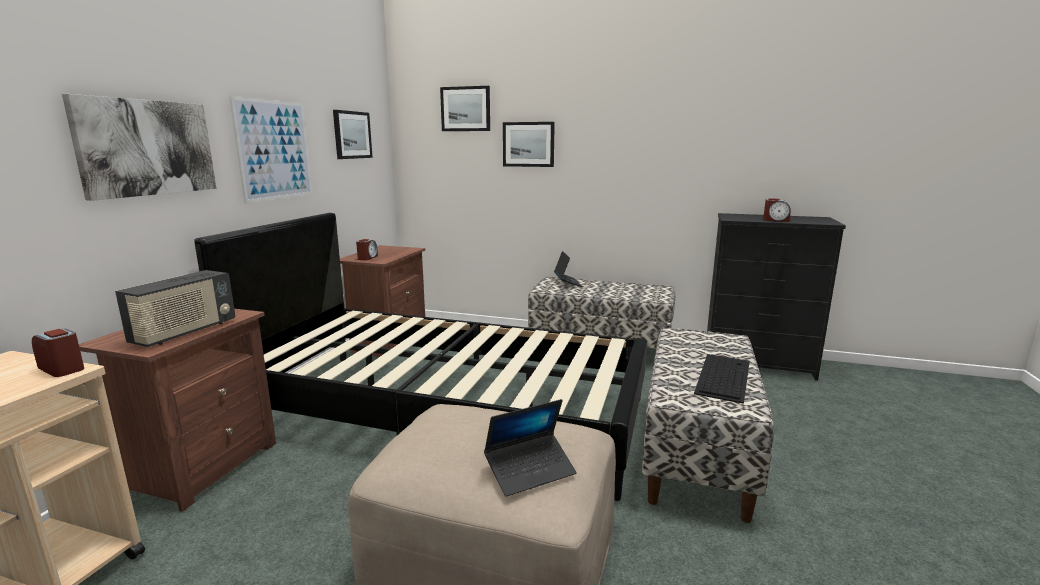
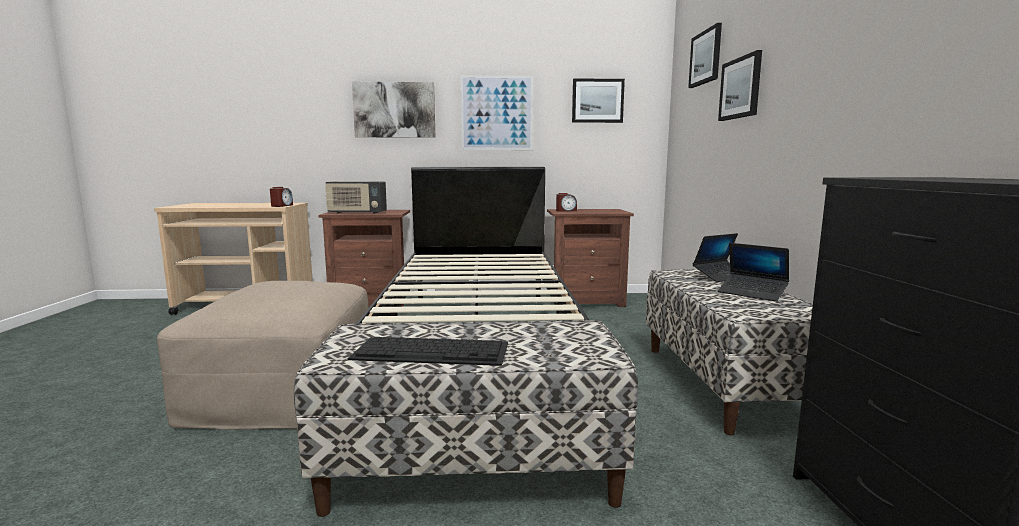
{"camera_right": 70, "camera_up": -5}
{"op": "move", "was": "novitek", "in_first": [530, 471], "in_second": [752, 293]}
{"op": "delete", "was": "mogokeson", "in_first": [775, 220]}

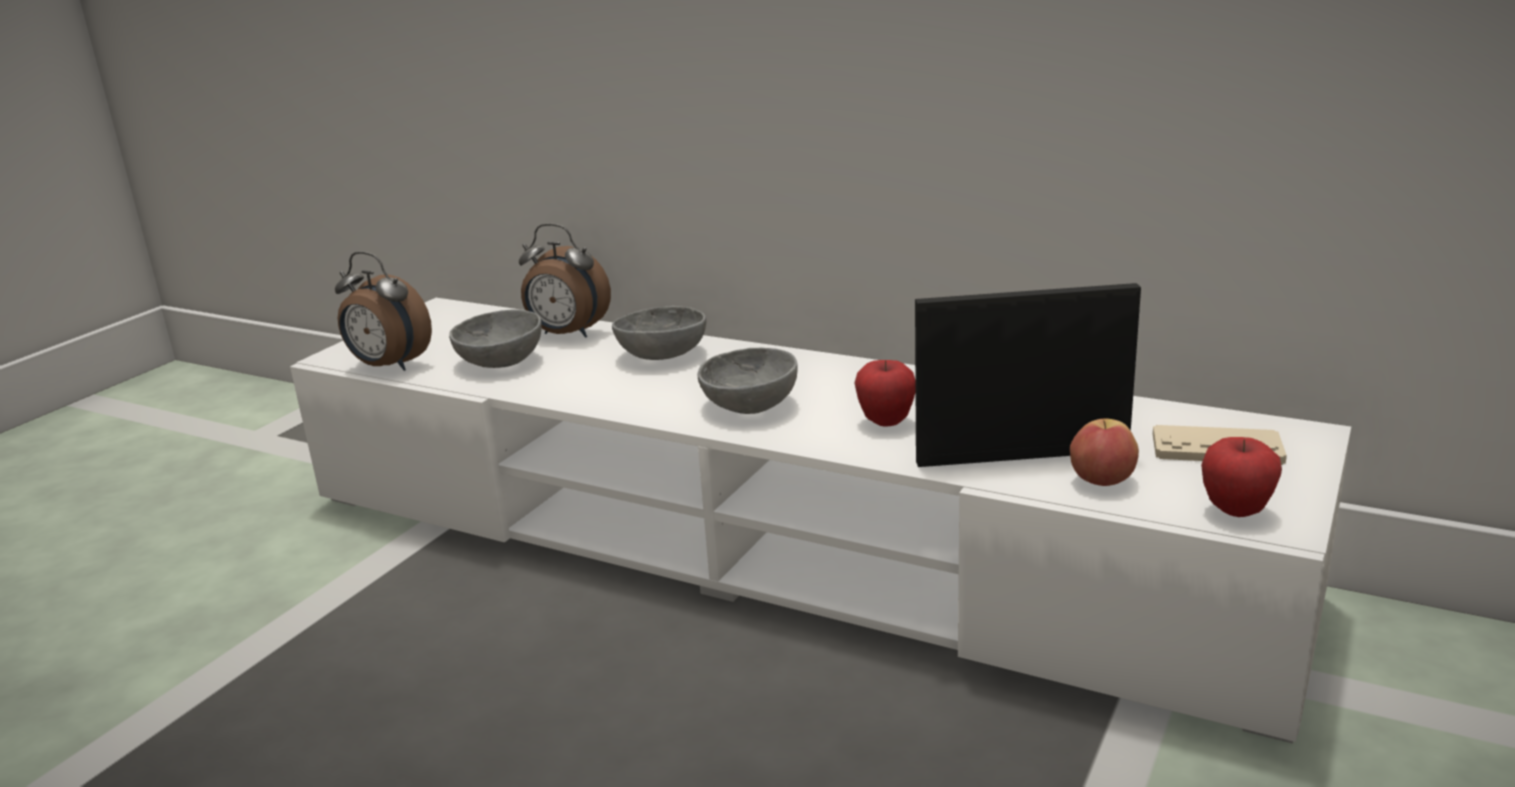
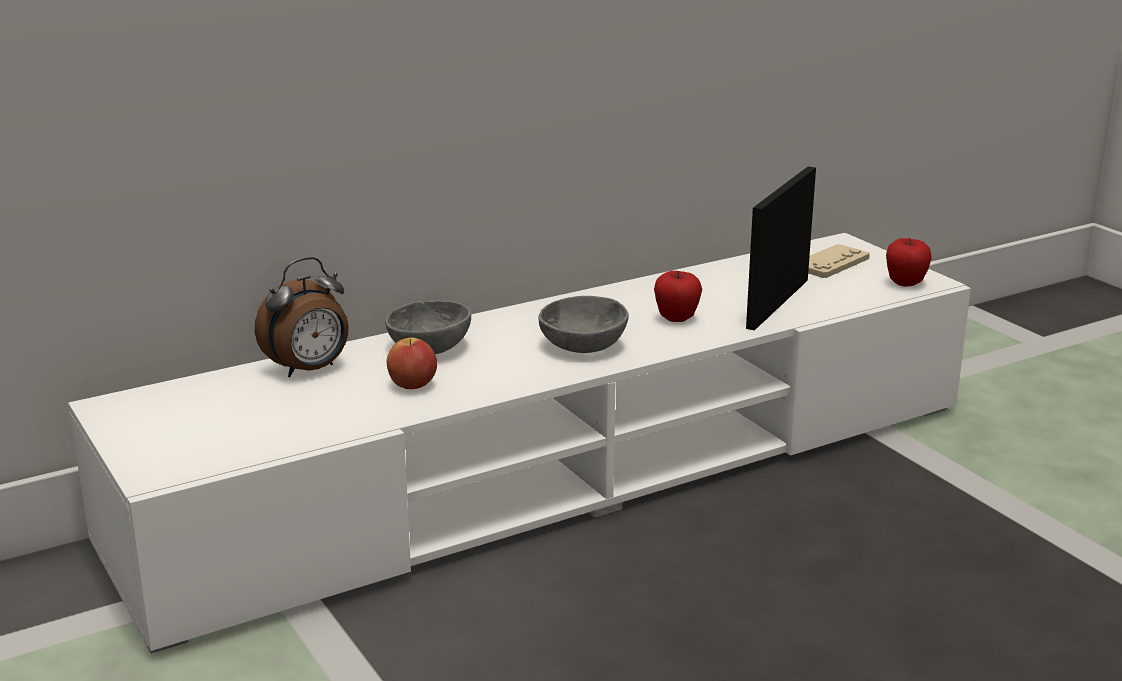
{"camera_right": -60, "camera_up": 0}
{"op": "delete", "was": "mogokeson", "in_first": [388, 366]}
{"op": "delete", "was": "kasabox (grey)", "in_first": [500, 362]}
{"op": "move", "was": "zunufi", "in_first": [1102, 481], "in_second": [412, 386]}

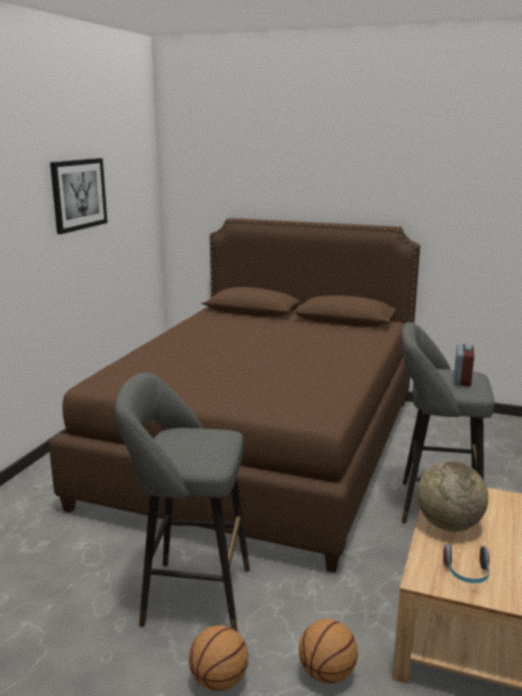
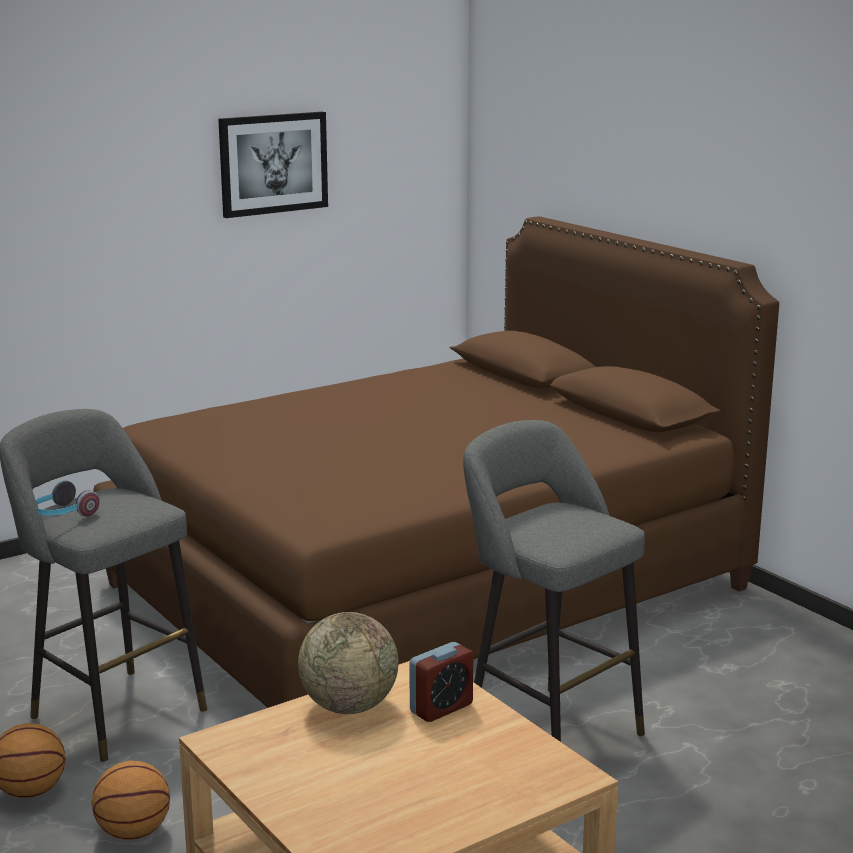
{"camera_right": 35, "camera_up": 0}
{"op": "move", "was": "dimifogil", "in_first": [467, 574], "in_second": [63, 515]}
{"op": "move", "was": "mogokeson", "in_first": [462, 380], "in_second": [441, 708]}

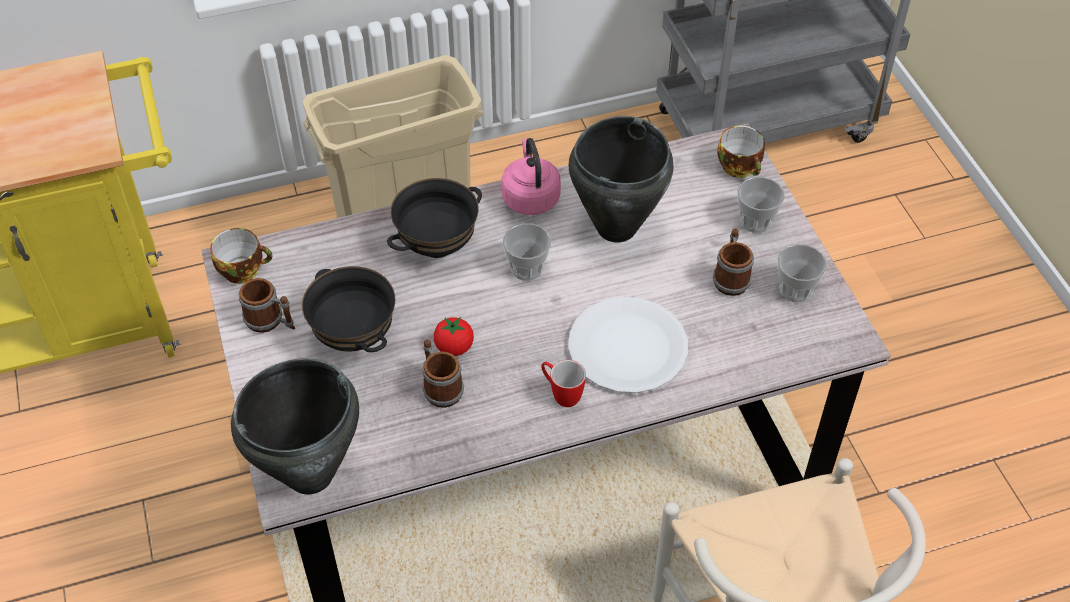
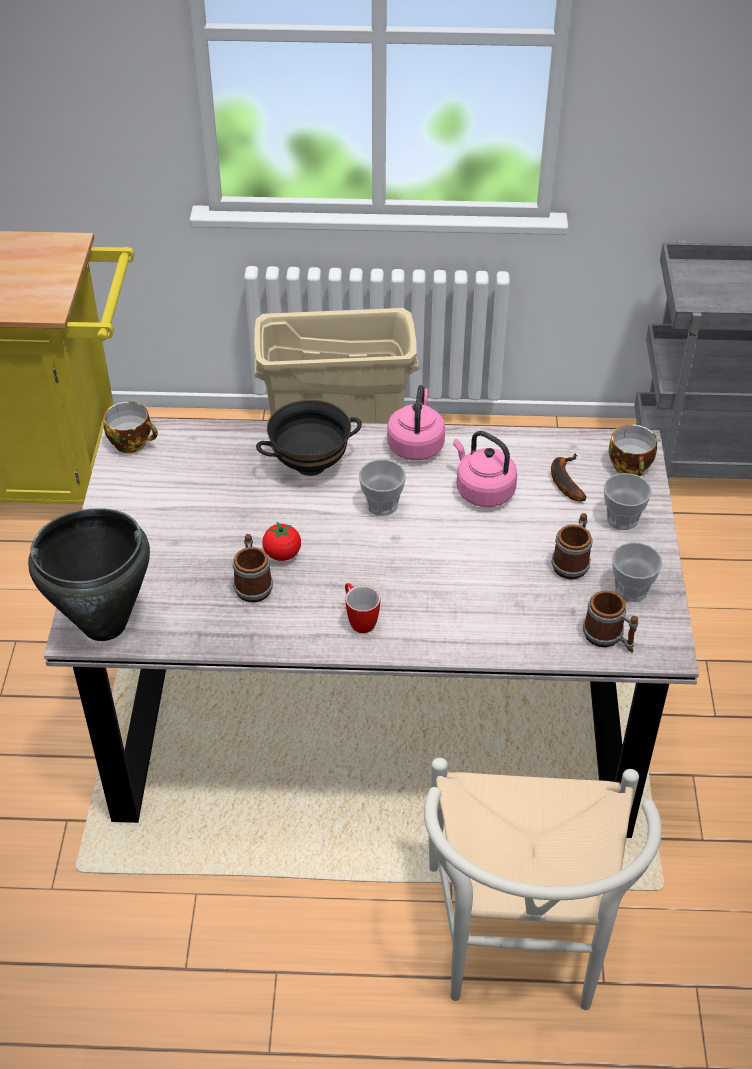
{"camera_right": 20, "camera_up": -5}
{"op": "move", "was": "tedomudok", "in_first": [270, 321], "in_second": [609, 638]}
{"op": "delete", "was": "kasabox (black)", "in_first": [355, 337]}
{"op": "delete", "was": "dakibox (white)", "in_first": [627, 347]}
{"op": "replace", "was": "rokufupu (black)", "now": "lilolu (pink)", "in_first": [615, 228], "in_second": [482, 490]}
{"op": "insert", "now": "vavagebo", "in_second": [564, 480]}

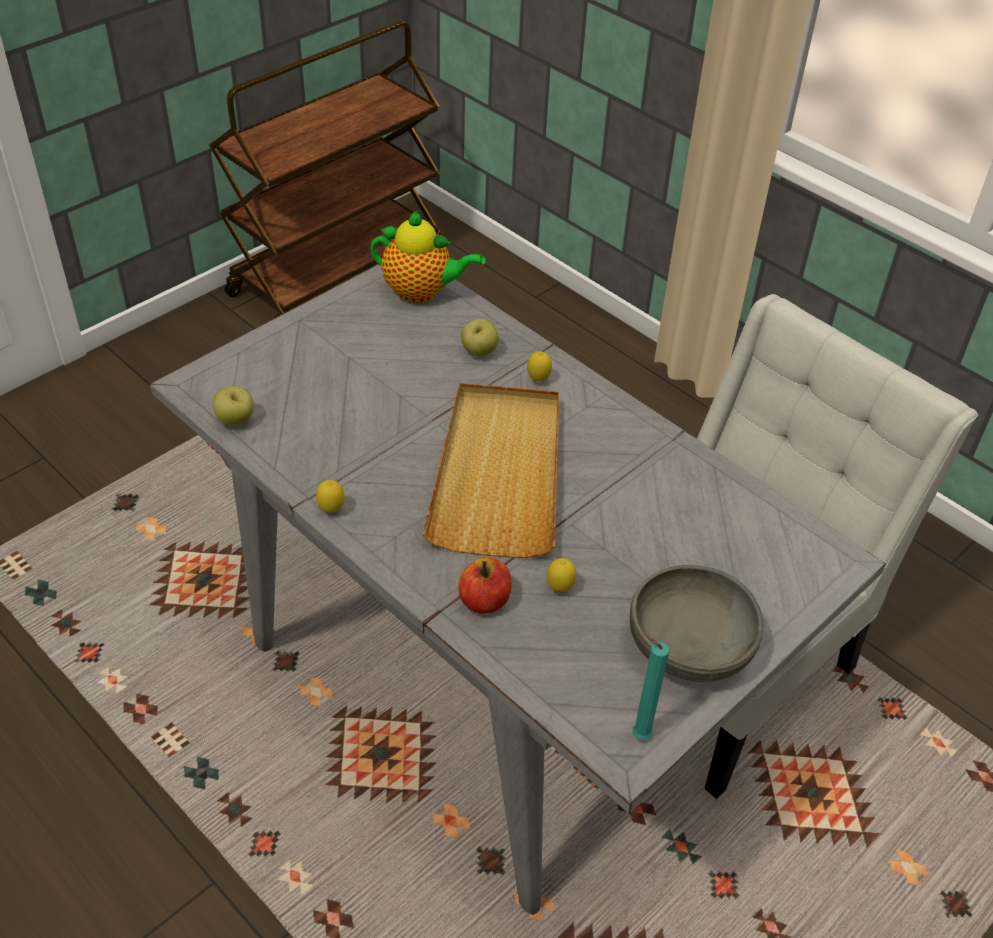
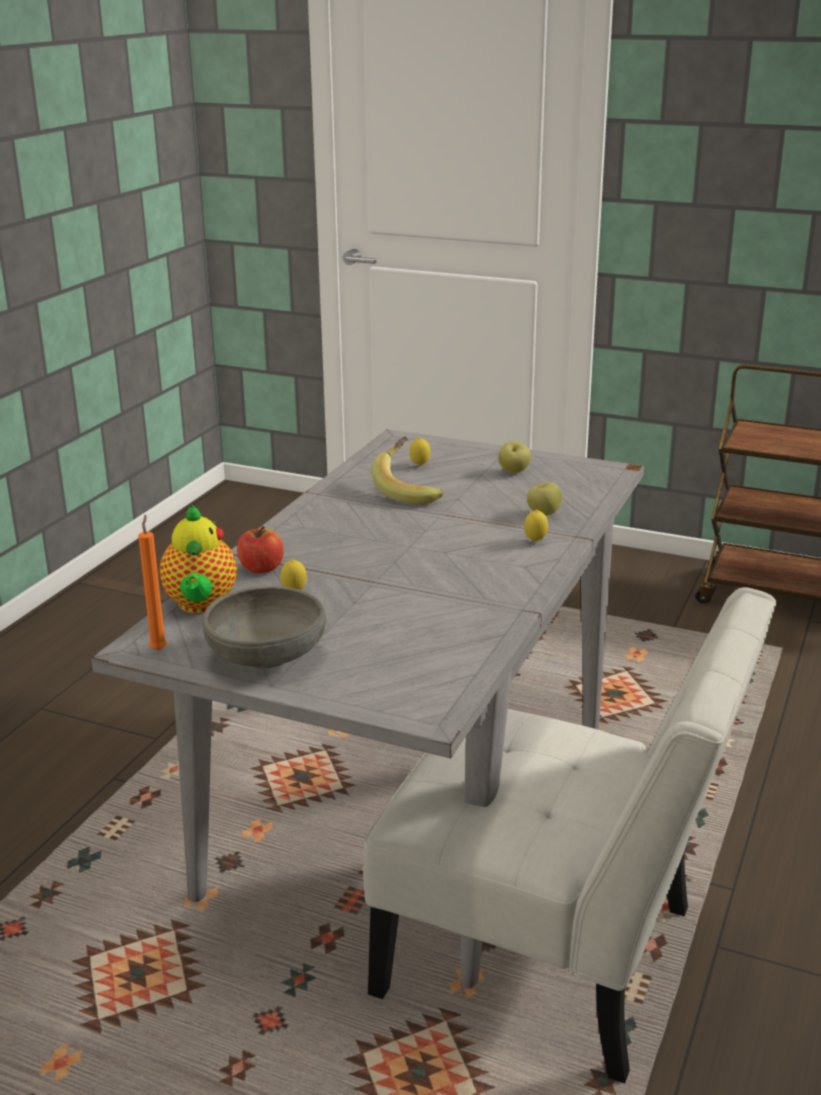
{"camera_right": 70, "camera_up": -20}
{"op": "move", "was": "zunufi", "in_first": [235, 420], "in_second": [514, 472]}
{"op": "move", "was": "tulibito", "in_first": [331, 510], "in_second": [420, 465]}
{"op": "move", "was": "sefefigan", "in_first": [422, 292], "in_second": [200, 605]}
{"op": "delete", "was": "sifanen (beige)", "in_first": [499, 472]}
{"op": "recolor", "was": "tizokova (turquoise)", "now": "tizokova (orange)", "in_first": [638, 735], "in_second": [159, 649]}
{"op": "insert", "now": "vavagebo", "in_second": [410, 490]}

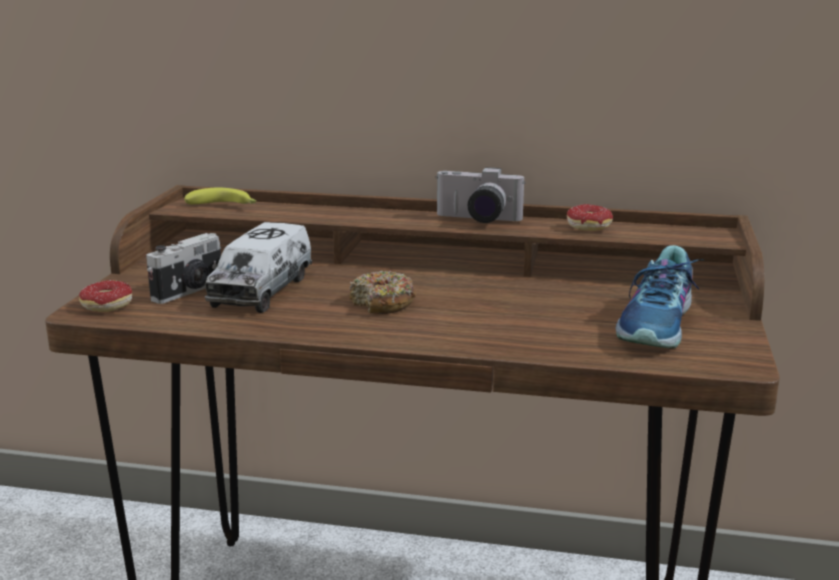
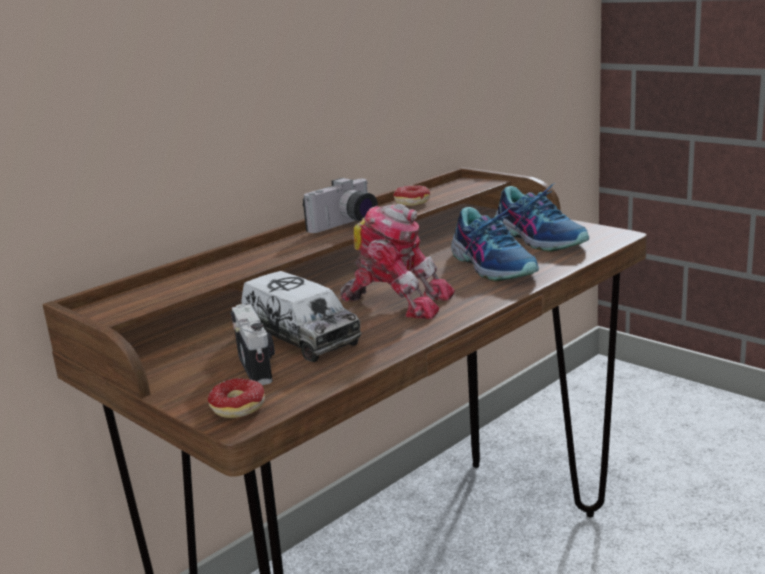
{"camera_right": -55, "camera_up": 0}
{"op": "delete", "was": "vavagebo", "in_first": [224, 206]}
{"op": "replace", "was": "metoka", "now": "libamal", "in_first": [383, 303], "in_second": [398, 301]}
{"op": "insert", "now": "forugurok", "in_second": [494, 265]}

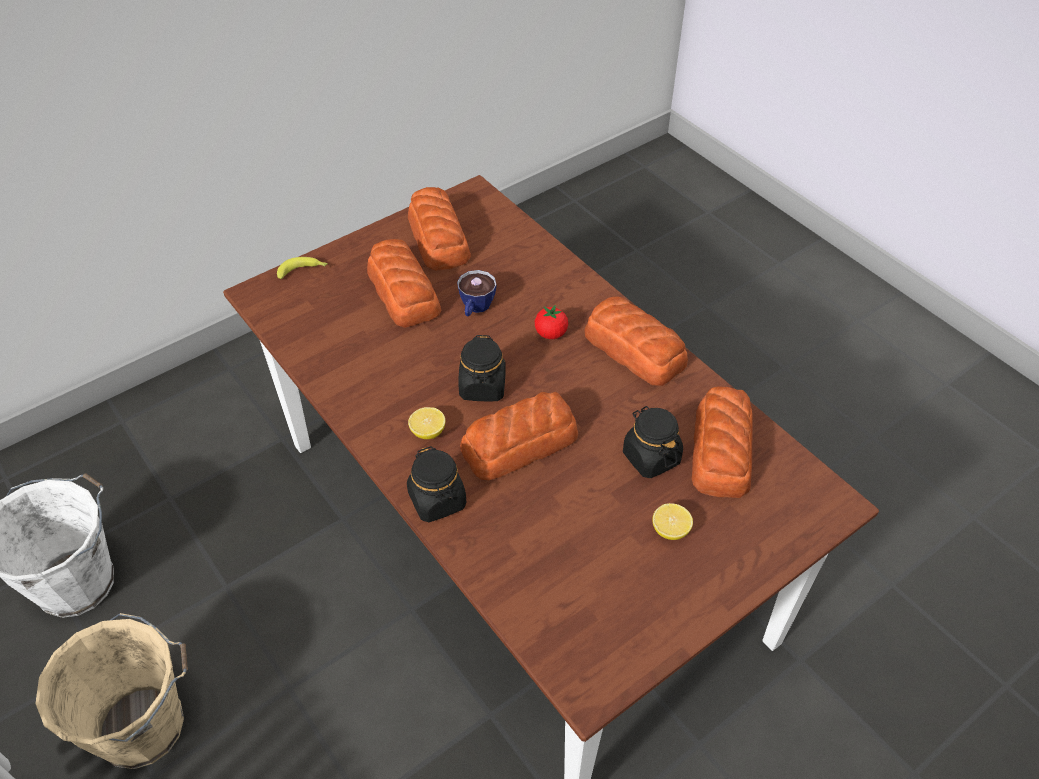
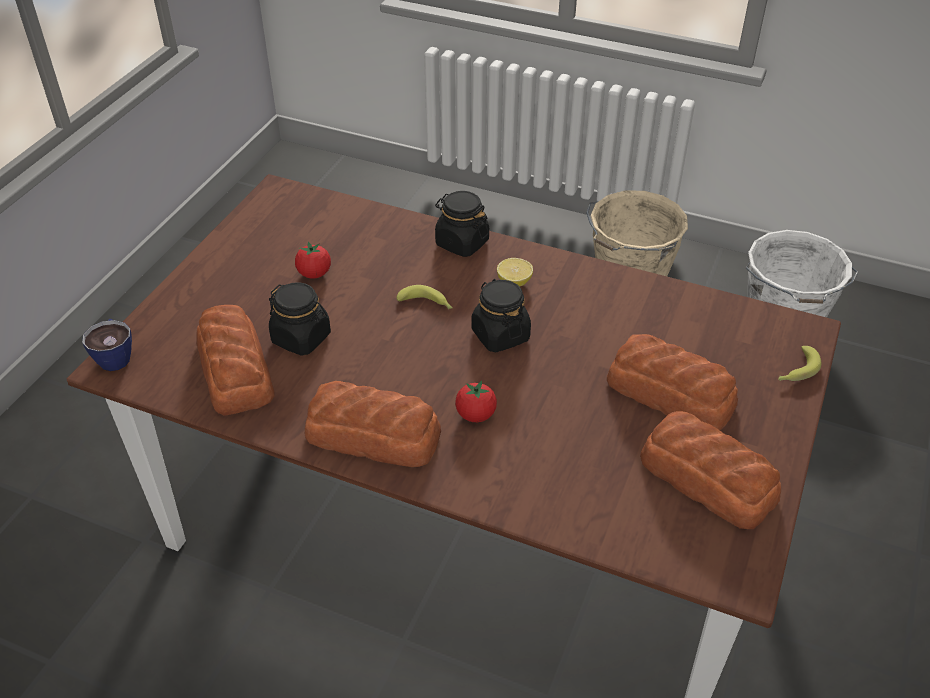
{"camera_right": 150, "camera_up": -5}
{"op": "move", "was": "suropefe", "in_first": [475, 308], "in_second": [115, 355]}
{"op": "replace", "was": "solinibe", "now": "vavagebo", "in_first": [521, 444], "in_second": [426, 304]}
{"op": "delete", "was": "tulibito", "in_first": [670, 530]}
{"op": "insert", "now": "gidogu", "in_second": [314, 274]}

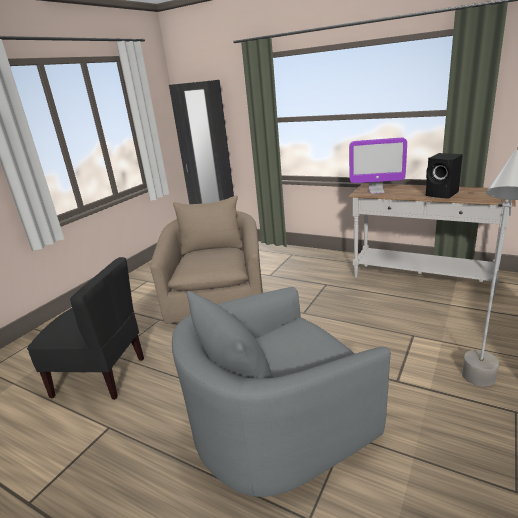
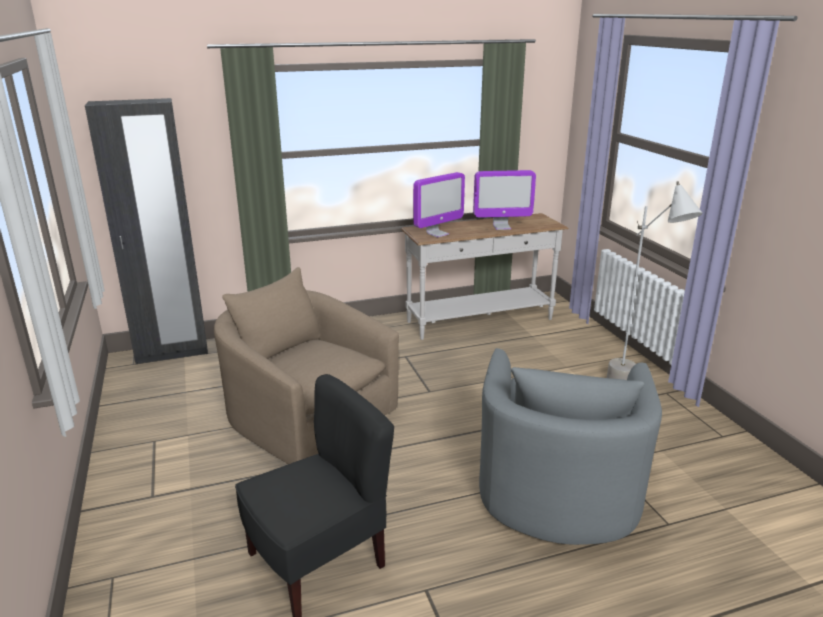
{"camera_right": -50, "camera_up": 0}
{"op": "replace", "was": "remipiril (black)", "now": "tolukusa", "in_first": [443, 194], "in_second": [501, 227]}

